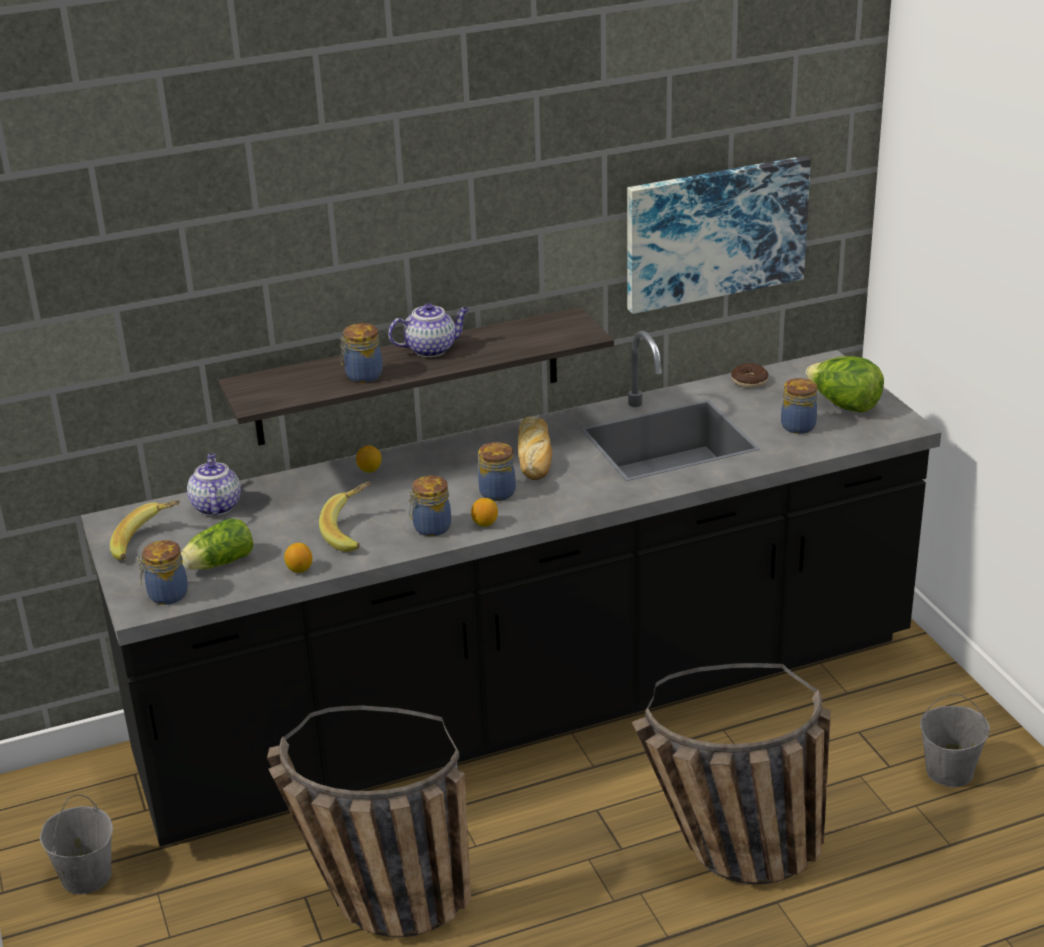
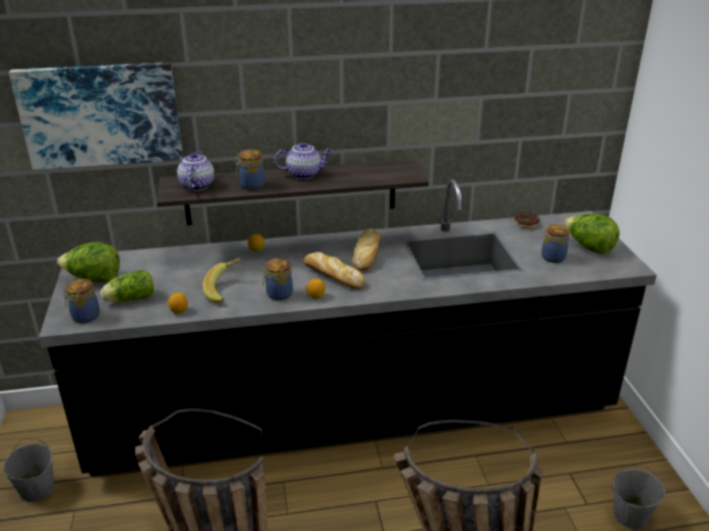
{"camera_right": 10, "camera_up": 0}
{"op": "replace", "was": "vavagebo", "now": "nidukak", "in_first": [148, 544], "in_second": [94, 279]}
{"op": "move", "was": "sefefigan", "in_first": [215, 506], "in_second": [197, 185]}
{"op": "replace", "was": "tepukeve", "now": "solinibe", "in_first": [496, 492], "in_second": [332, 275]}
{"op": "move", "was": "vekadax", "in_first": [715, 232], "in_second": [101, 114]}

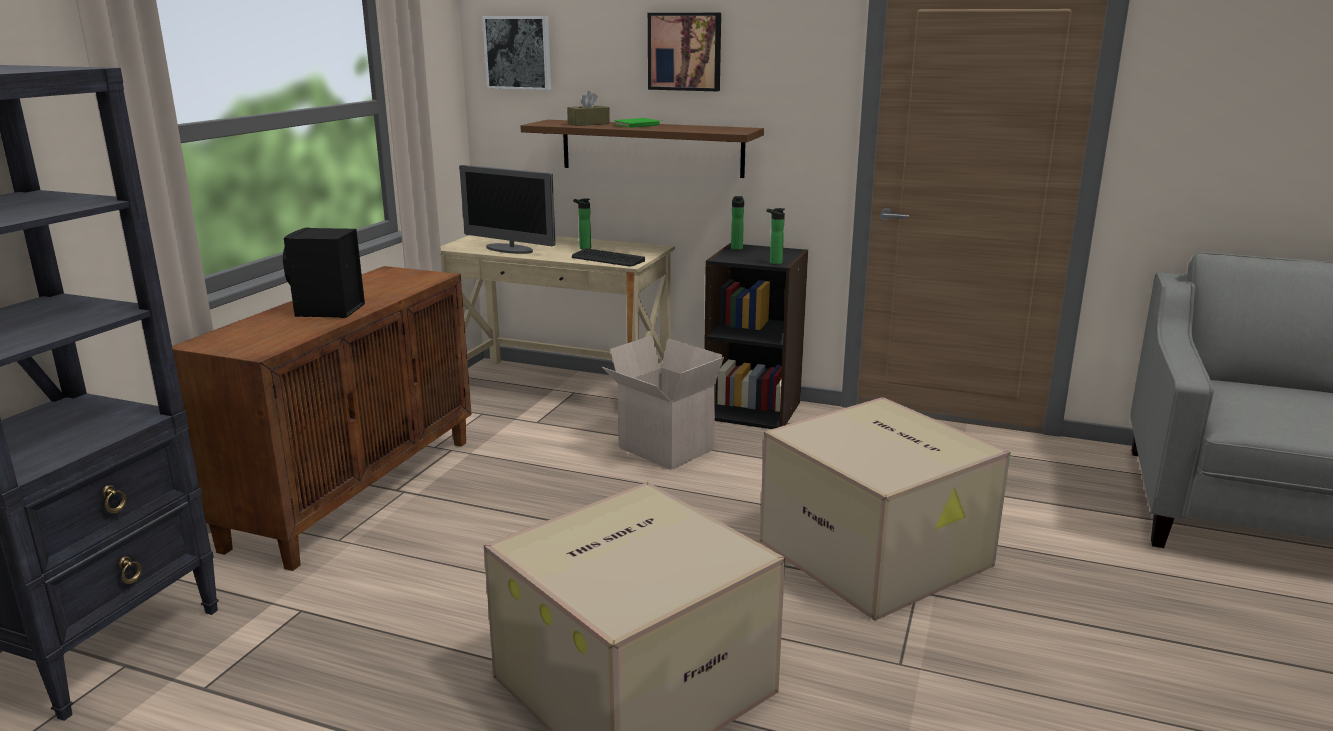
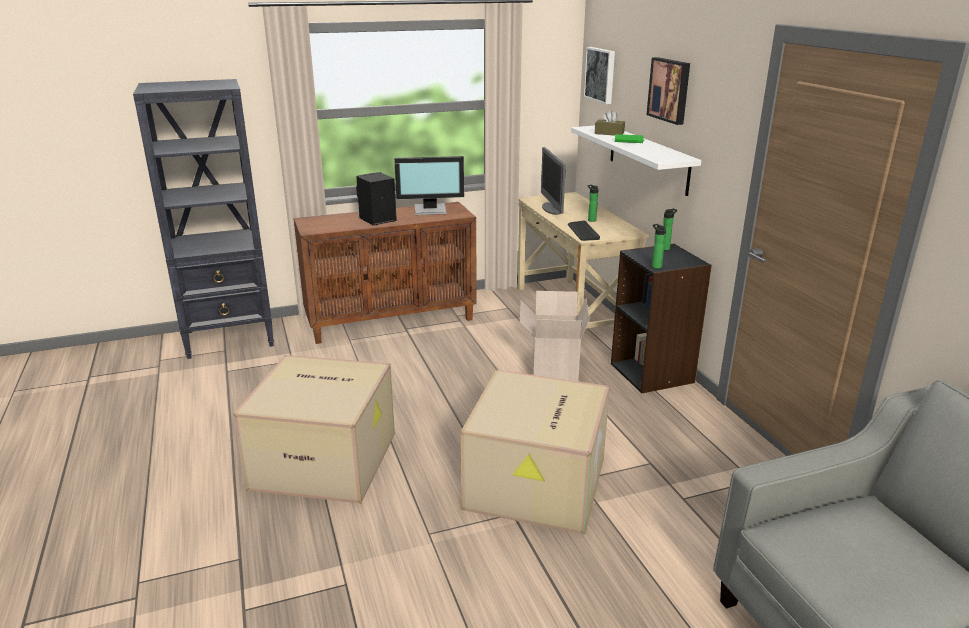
{"camera_right": 50, "camera_up": 5}
{"op": "recolor", "was": "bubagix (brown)", "now": "bubagix (white)", "in_first": [651, 148], "in_second": [648, 158]}
{"op": "insert", "now": "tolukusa", "in_second": [431, 210]}

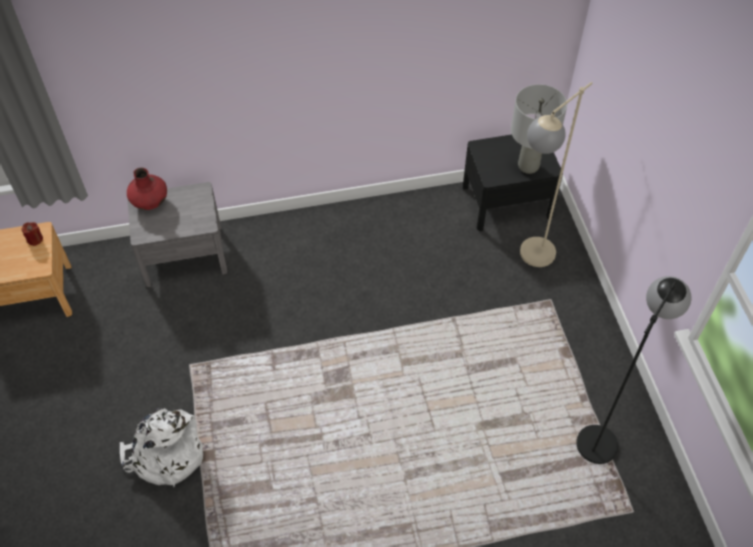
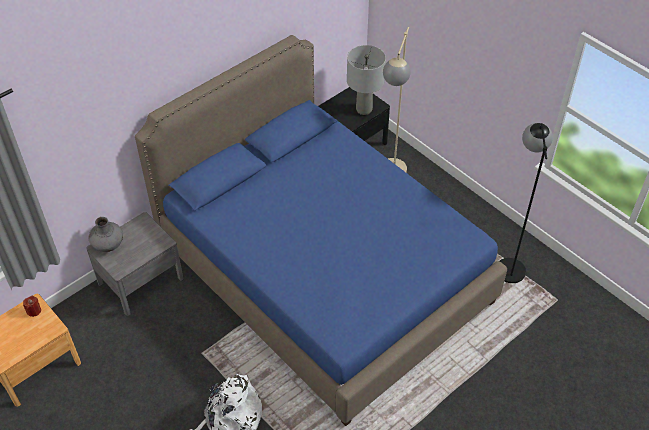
{"camera_right": -30, "camera_up": -5}
{"op": "recolor", "was": "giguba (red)", "now": "giguba (grey)", "in_first": [150, 202], "in_second": [108, 245]}
{"op": "insert", "now": "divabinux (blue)", "in_second": [323, 272]}

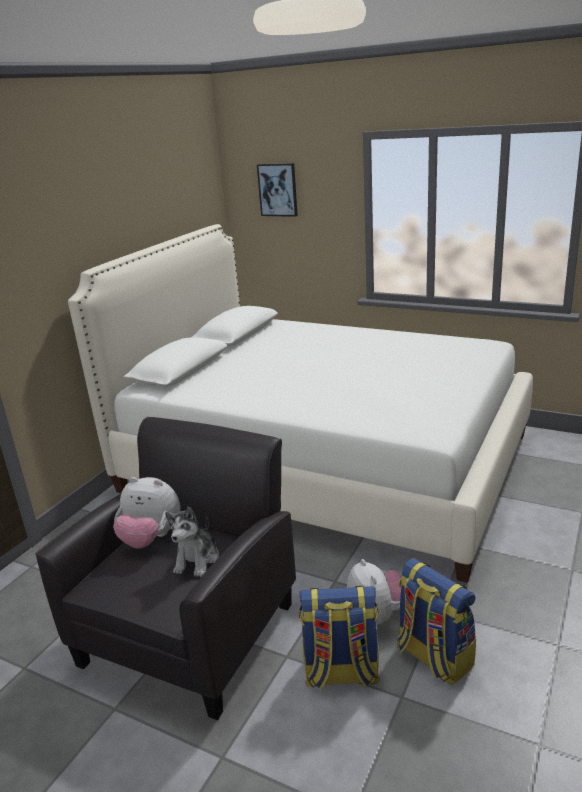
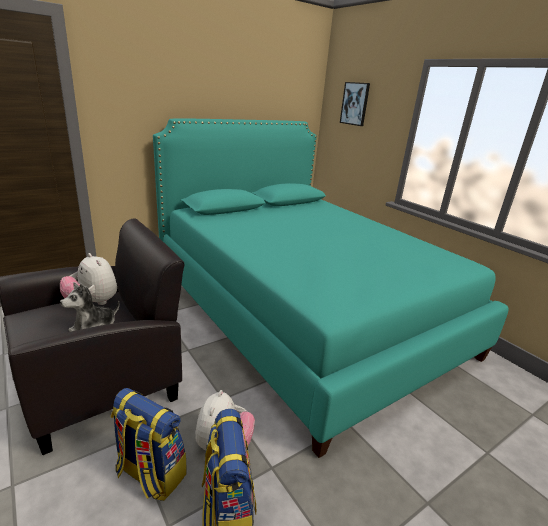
{"camera_right": 25, "camera_up": 0}
{"op": "recolor", "was": "divabinux (white)", "now": "divabinux (turquoise)", "in_first": [324, 462], "in_second": [304, 312]}

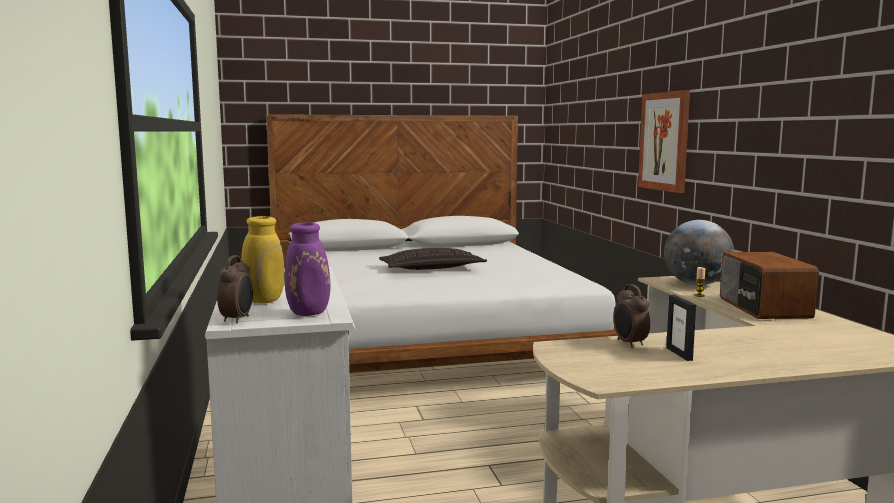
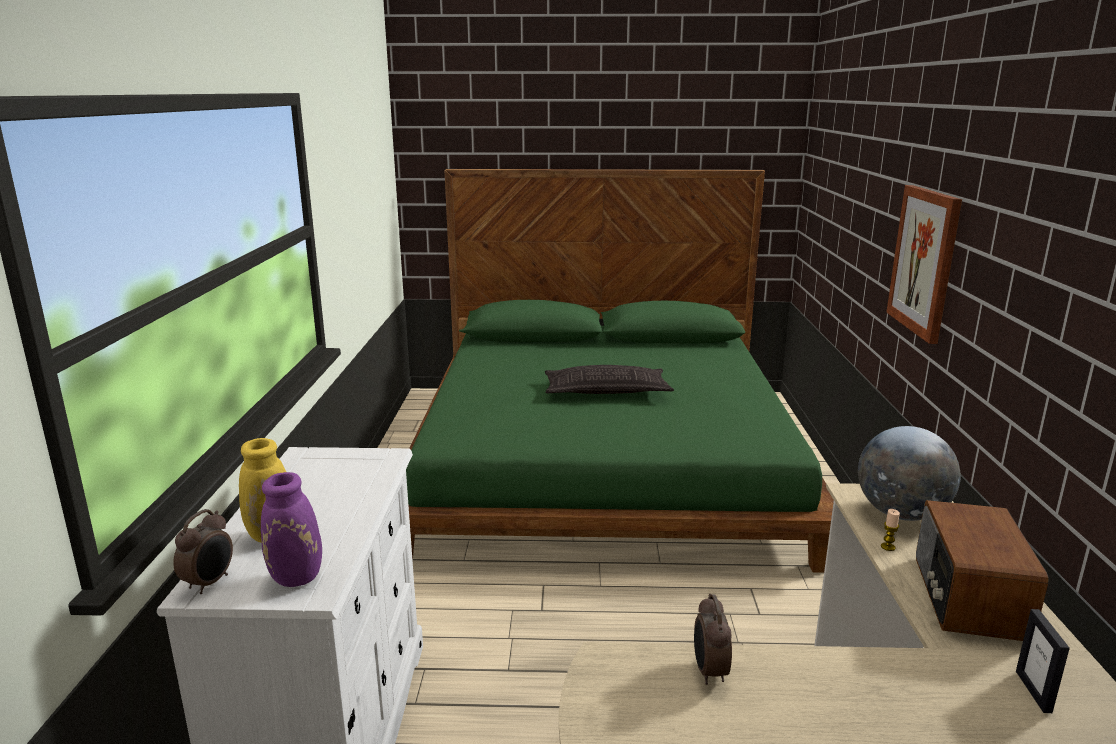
{"camera_right": 15, "camera_up": 10}
{"op": "recolor", "was": "divabinux (white)", "now": "divabinux (green)", "in_first": [424, 337], "in_second": [603, 461]}
{"op": "move", "was": "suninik", "in_first": [679, 354], "in_second": [1034, 691]}

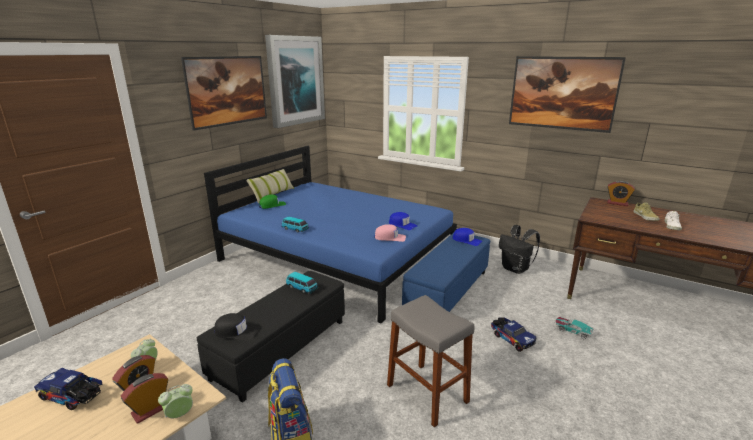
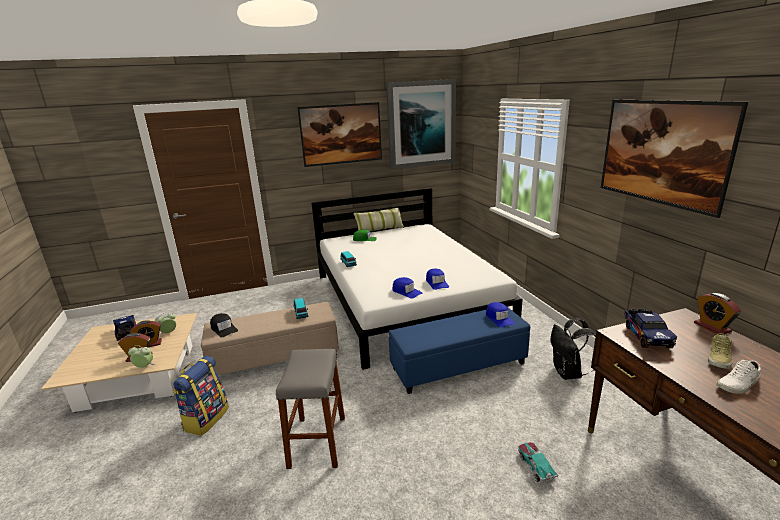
{"camera_right": 40, "camera_up": 0}
{"op": "recolor", "was": "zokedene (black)", "now": "zokedene (beige)", "in_first": [281, 348], "in_second": [275, 357]}
{"op": "recolor", "was": "divabinux (blue)", "now": "divabinux (white)", "in_first": [338, 257], "in_second": [405, 300]}
{"op": "recolor", "was": "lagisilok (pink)", "now": "lagisilok (blue)", "in_first": [390, 237], "in_second": [406, 291]}
{"op": "move", "was": "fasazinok", "in_first": [511, 339], "in_second": [646, 335]}

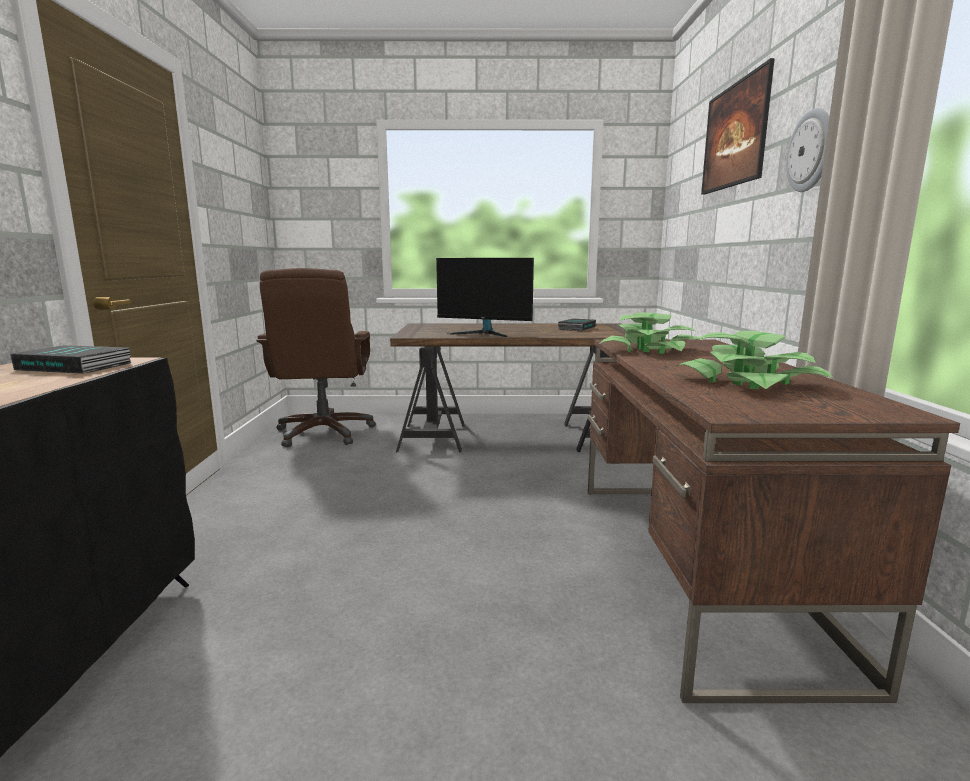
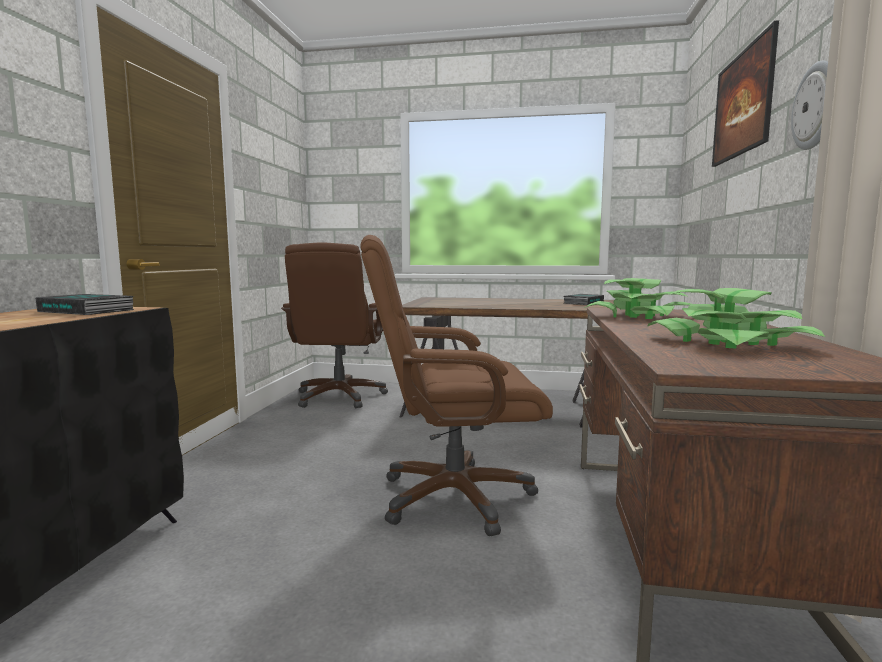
{"camera_right": 10, "camera_up": -5}
{"op": "delete", "was": "tolukusa", "in_first": [484, 333]}
{"op": "insert", "now": "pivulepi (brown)", "in_second": [453, 497]}

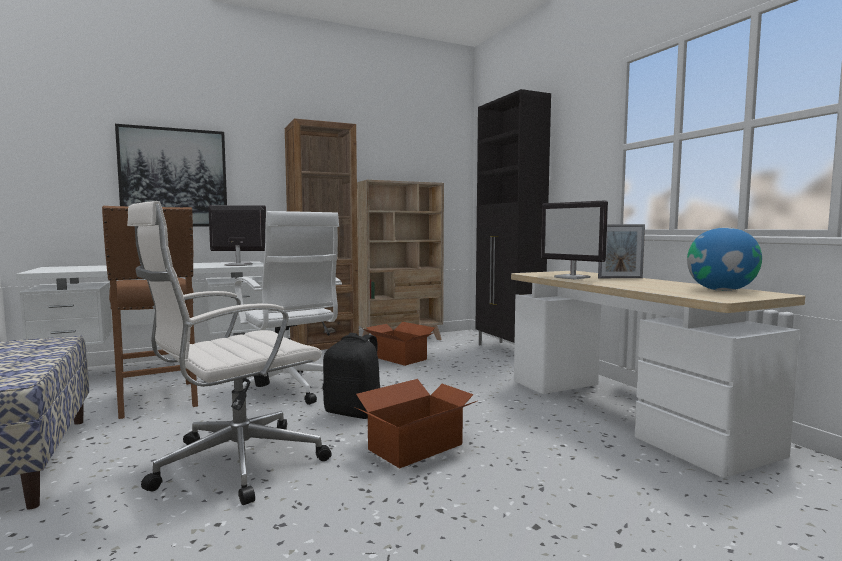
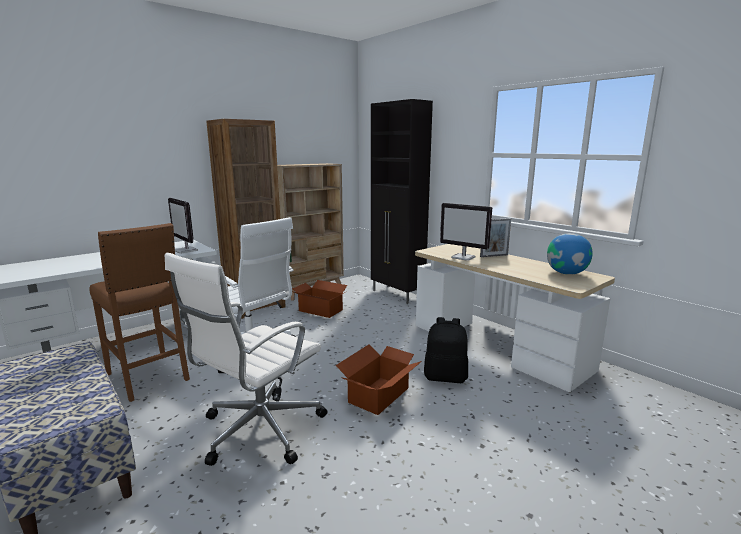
{"camera_right": -15, "camera_up": 10}
{"op": "delete", "was": "vekadax", "in_first": [174, 178]}
{"op": "rotate", "was": "tolukusa", "in_first": [238, 265], "in_second": [186, 250], "clockwise": -120}
{"op": "move", "was": "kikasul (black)", "in_first": [354, 412], "in_second": [445, 377]}

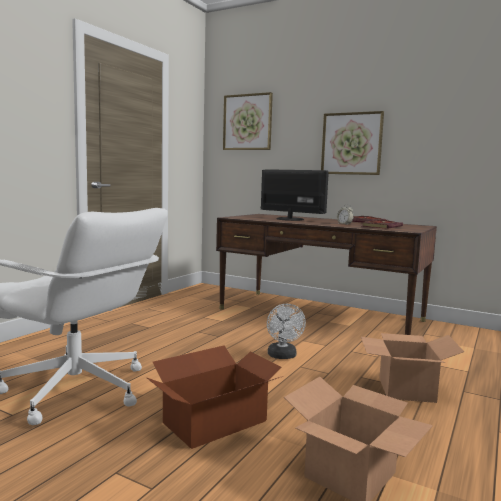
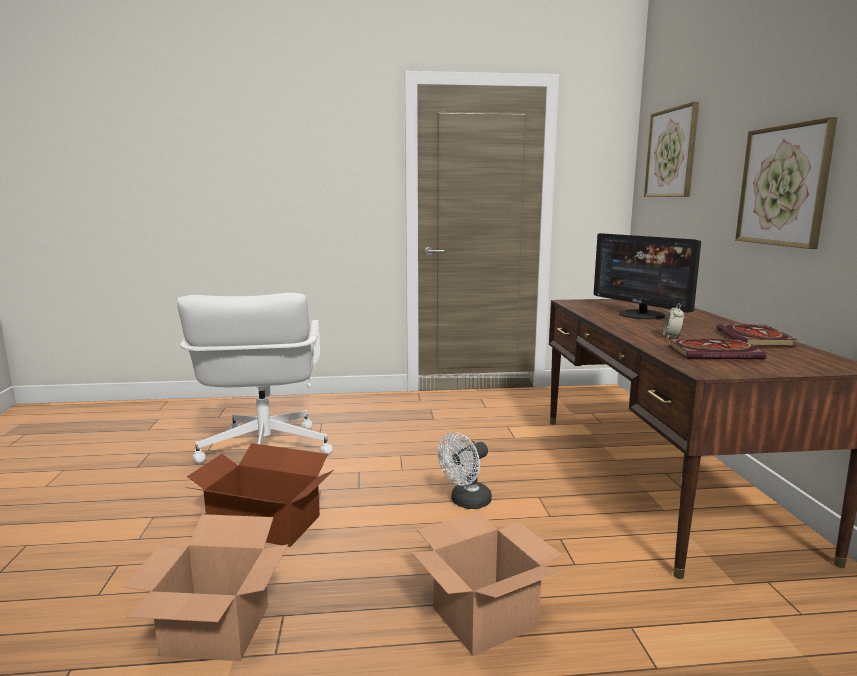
{"camera_right": 55, "camera_up": 5}
{"op": "rotate", "was": "tolukusa", "in_first": [290, 219], "in_second": [641, 315], "clockwise": 150}

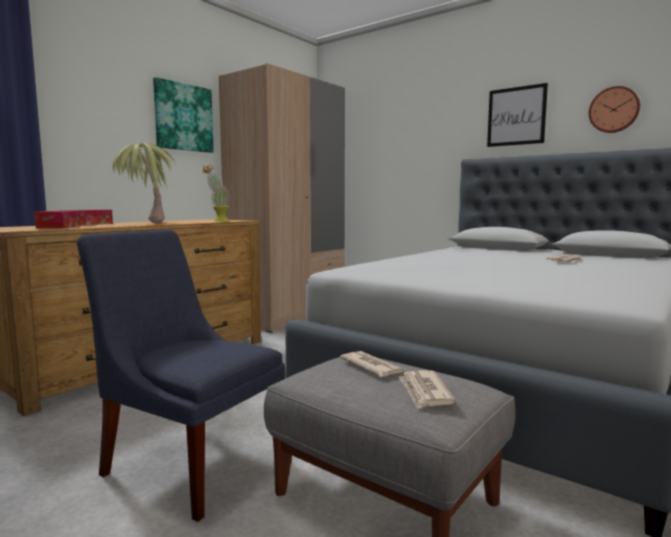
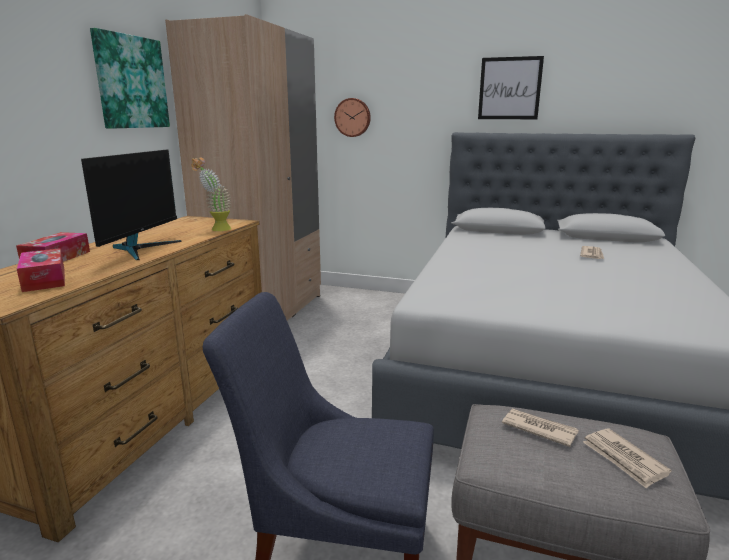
{"camera_right": -20, "camera_up": 10}
{"op": "replace", "was": "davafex", "now": "tolukusa", "in_first": [146, 223], "in_second": [141, 249]}
{"op": "move", "was": "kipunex", "in_first": [614, 110], "in_second": [353, 117]}

